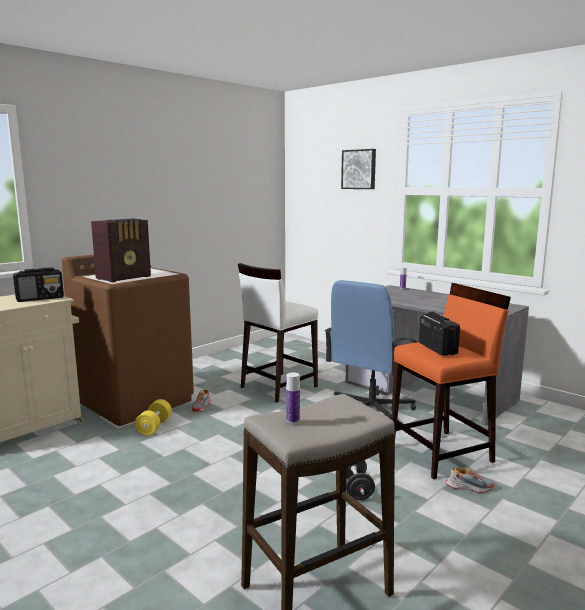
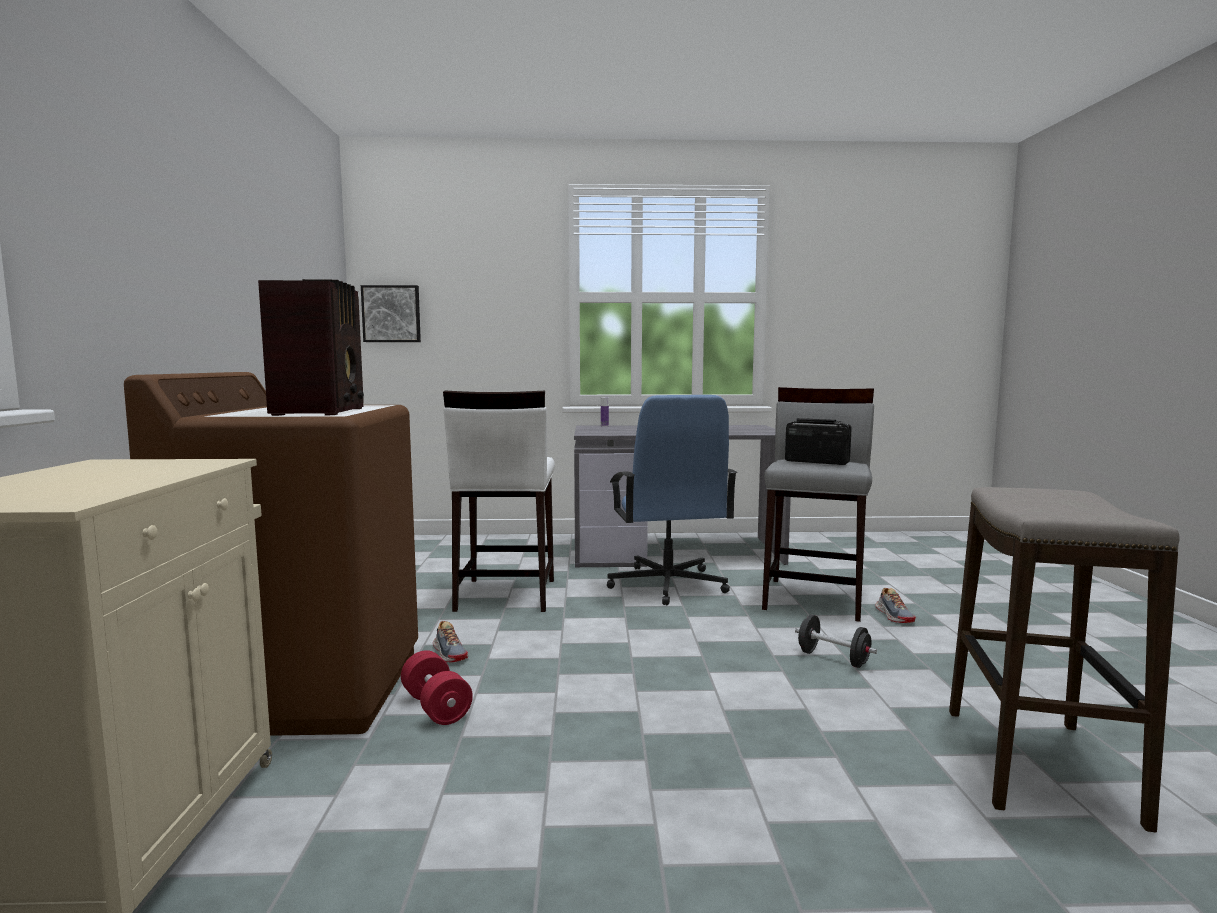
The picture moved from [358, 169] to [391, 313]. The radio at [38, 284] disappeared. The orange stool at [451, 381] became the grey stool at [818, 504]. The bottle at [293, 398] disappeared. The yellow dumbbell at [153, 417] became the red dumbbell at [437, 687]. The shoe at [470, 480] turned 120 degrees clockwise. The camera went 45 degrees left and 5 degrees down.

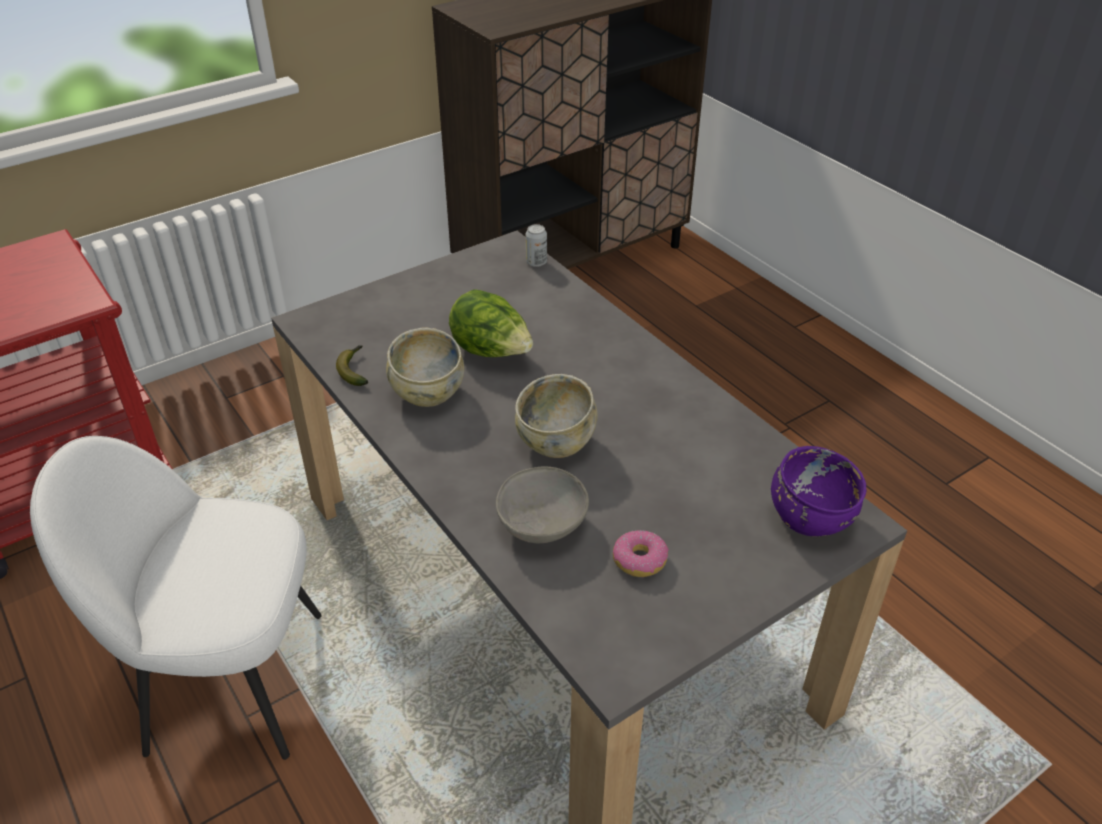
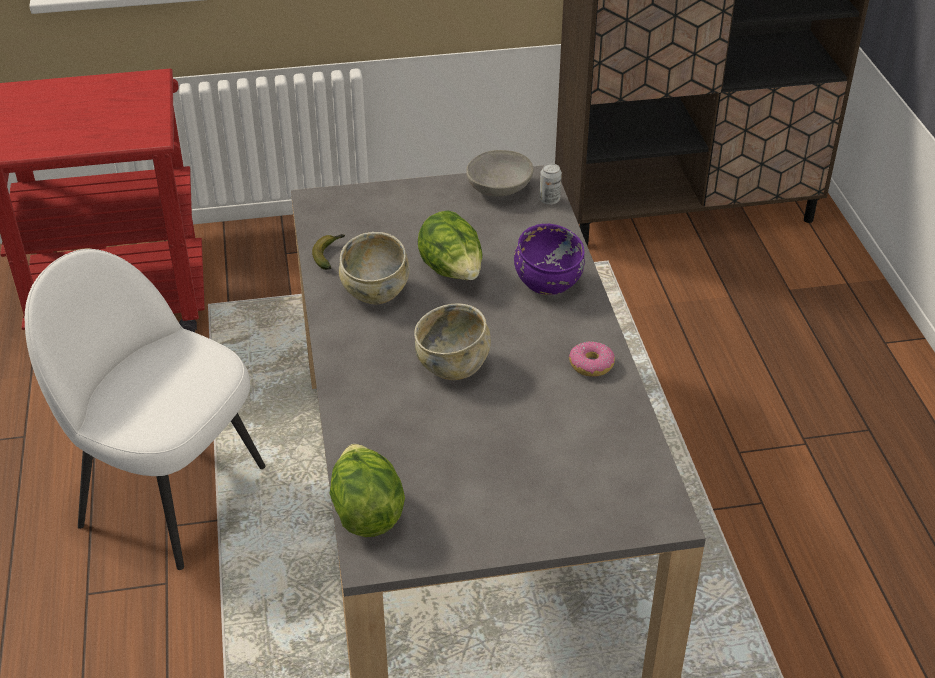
The purple bowl moved from [818, 491] to [549, 259]. The grey bowl moved from [542, 504] to [500, 173]. The donut moved from [641, 553] to [592, 359]. The lettuce at [367, 490] appeared. The camera went 25 degrees right and 0 degrees up.

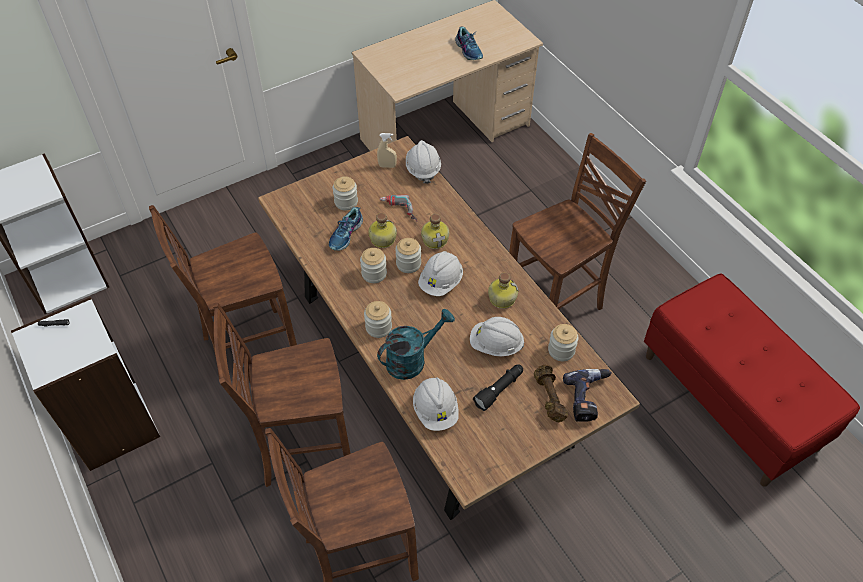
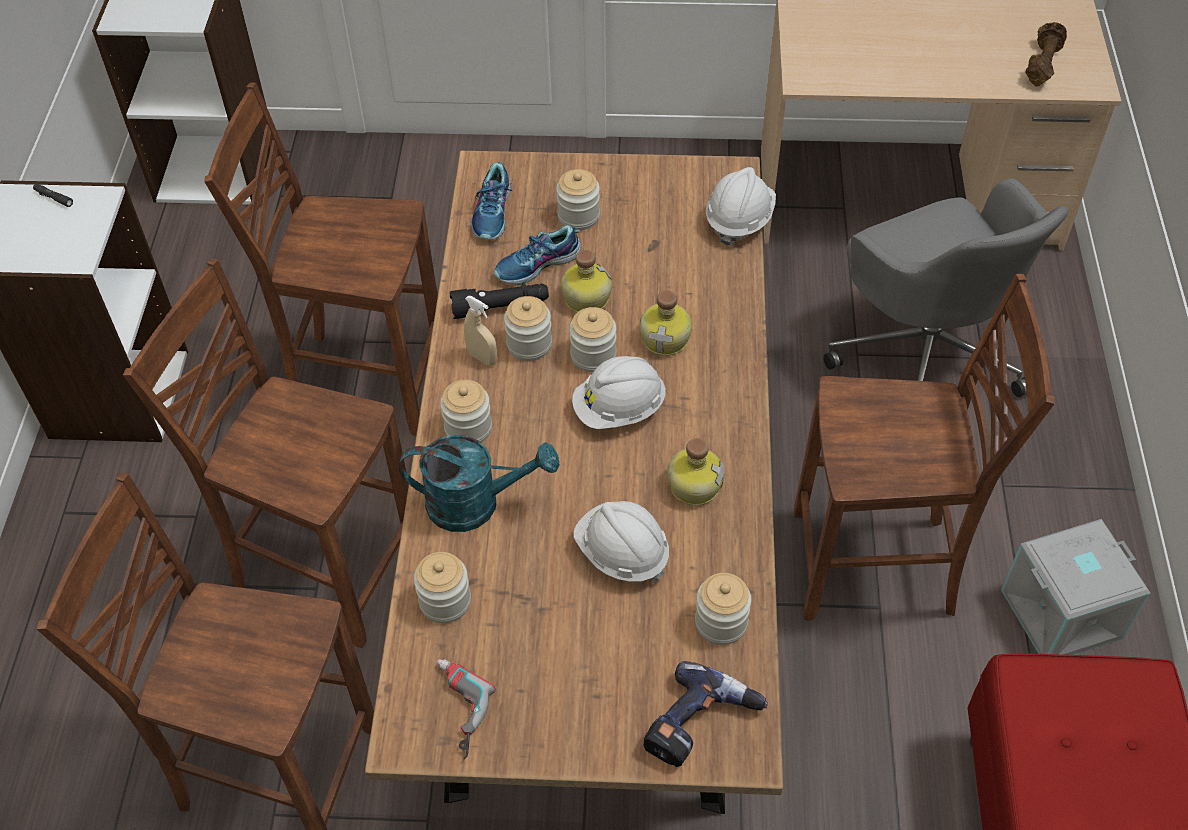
The shoe moved from [469, 43] to [491, 201]. The beige spray bottle moved from [387, 150] to [480, 331]. The power drill moved from [398, 208] to [466, 709]. The black flashlight moved from [498, 388] to [499, 301]. The brown dumbbell moved from [551, 393] to [1046, 54]. The white hard hat at [436, 404] was replaced by the jar at [442, 587]. The grey office chair at [946, 287] appeared. The grey storage box at [1076, 587] appeared. The camera went 35 degrees right and 0 degrees up.

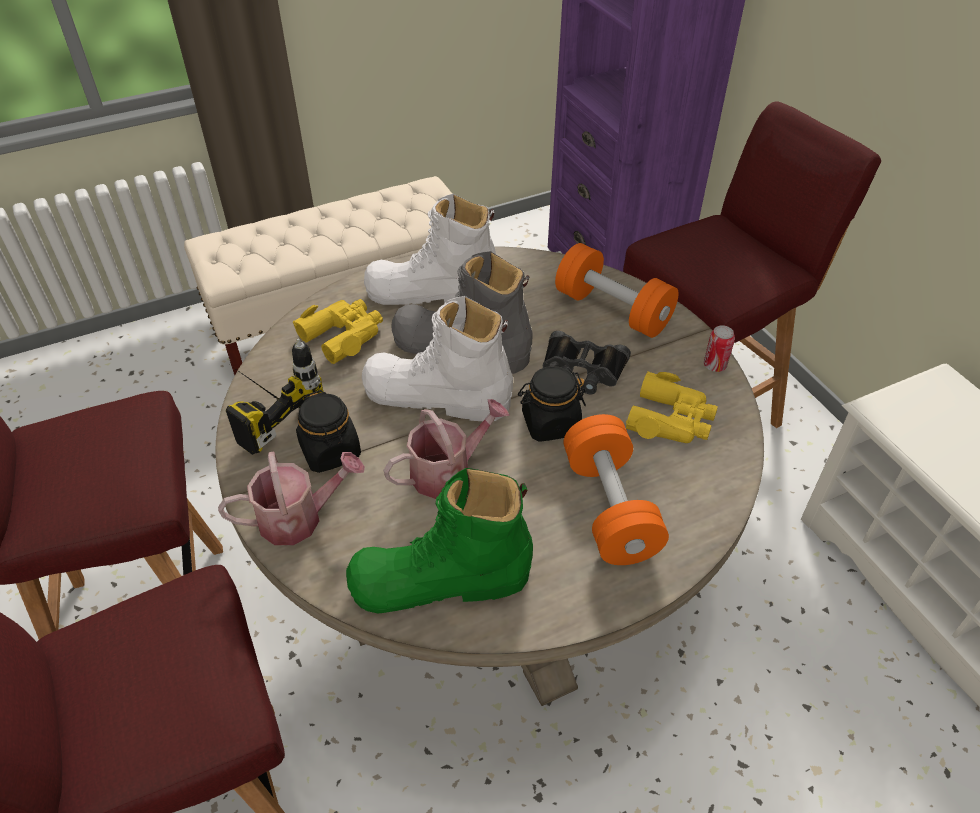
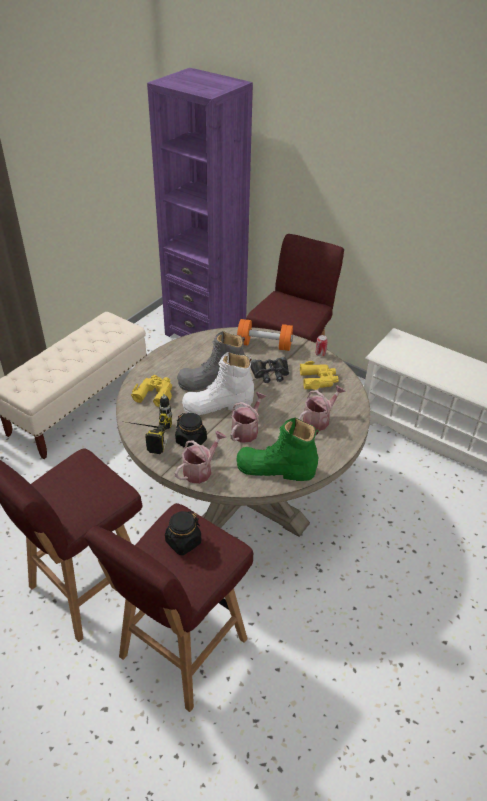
The white boot at [430, 249] disappeared. The black jar moved from [552, 404] to [183, 533]. The orange dumbbell at [616, 489] was replaced by the watering can at [322, 408]. The green boot at [439, 540] turned 45 degrees clockwise. The camera went 30 degrees left and 5 degrees down.

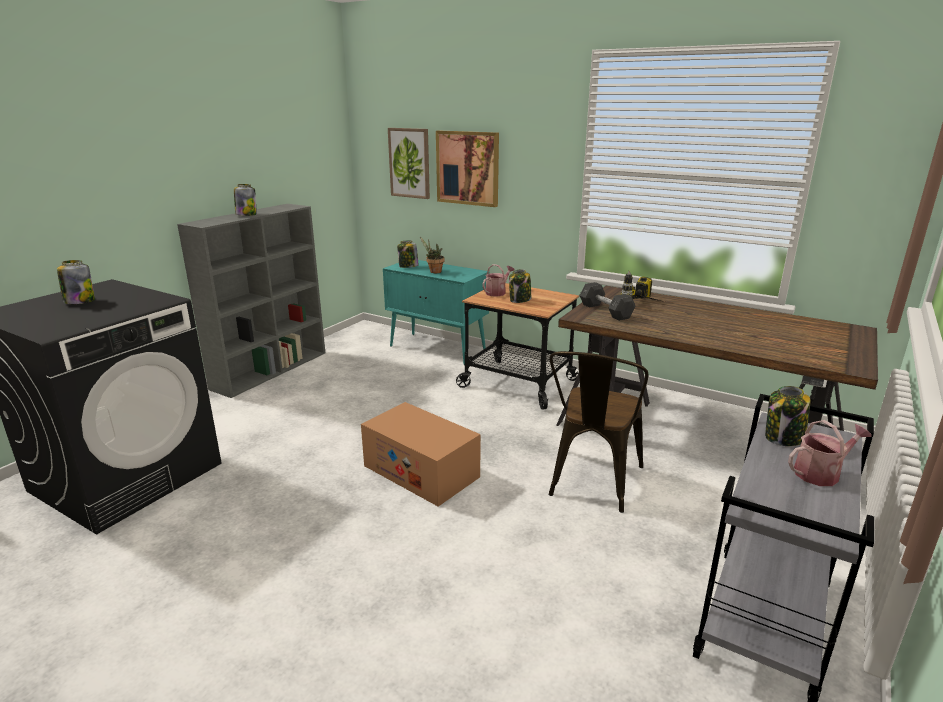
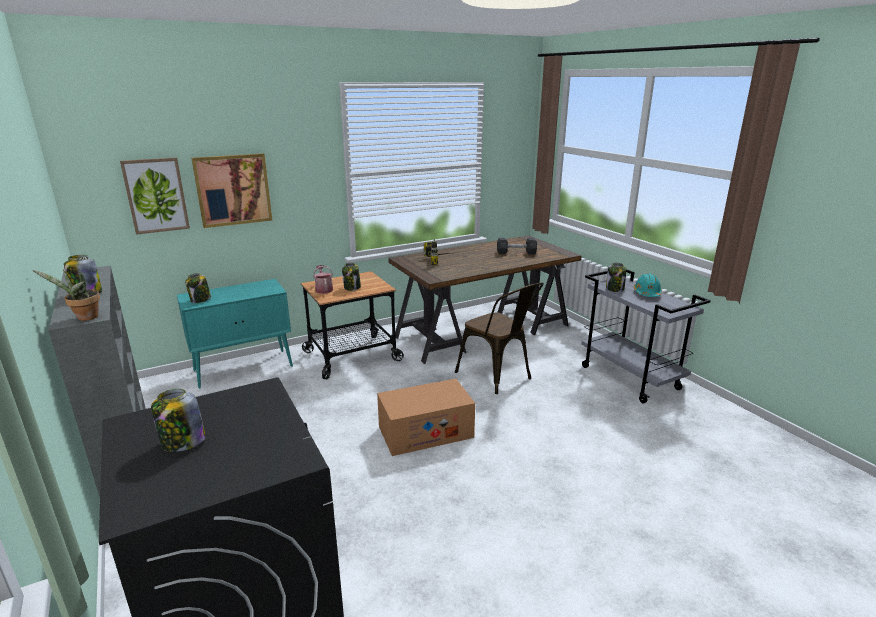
The potted plant moved from [432, 255] to [66, 295]. The grey dumbbell moved from [607, 301] to [517, 246]. The watering can at [830, 453] was replaced by the turquoise hard hat at [648, 285]. The camera went 60 degrees left and 0 degrees up.

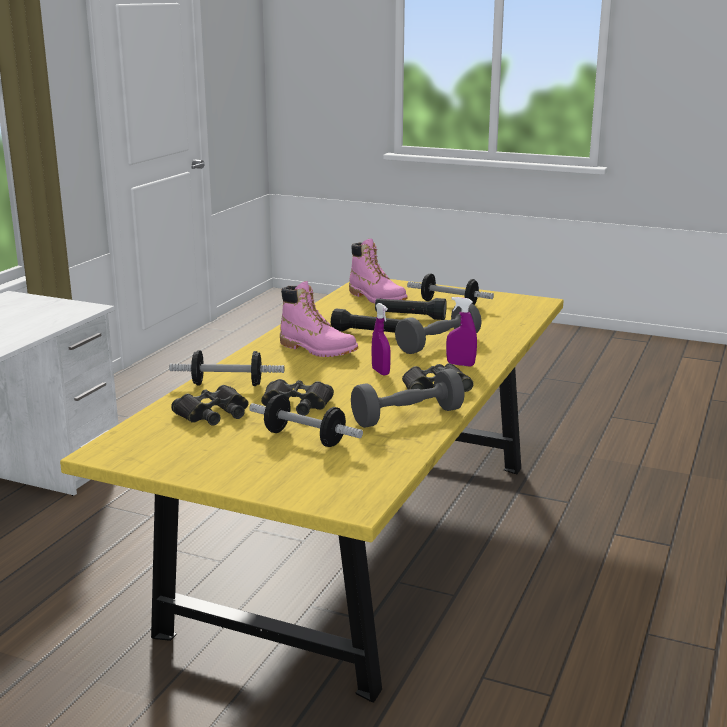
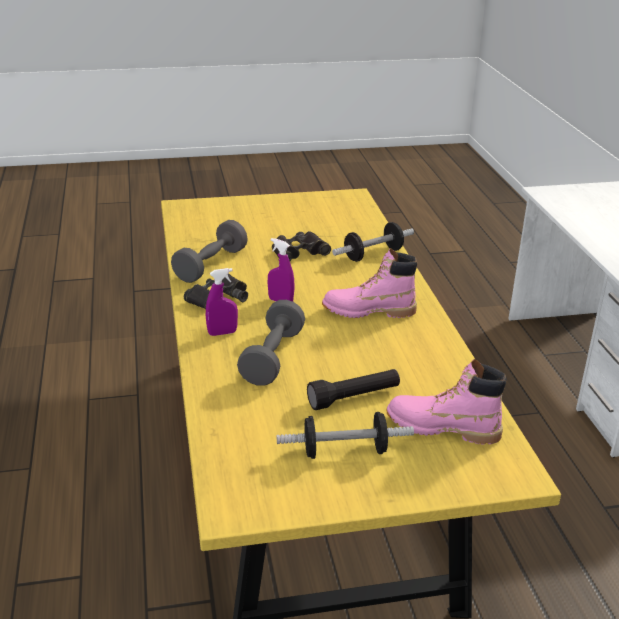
The black flashlight at [366, 321] disappeared. The black binoculars at [209, 405] disappeared. The dumbbell at [306, 420] disappeared. The camera went 145 degrees right and 10 degrees up.

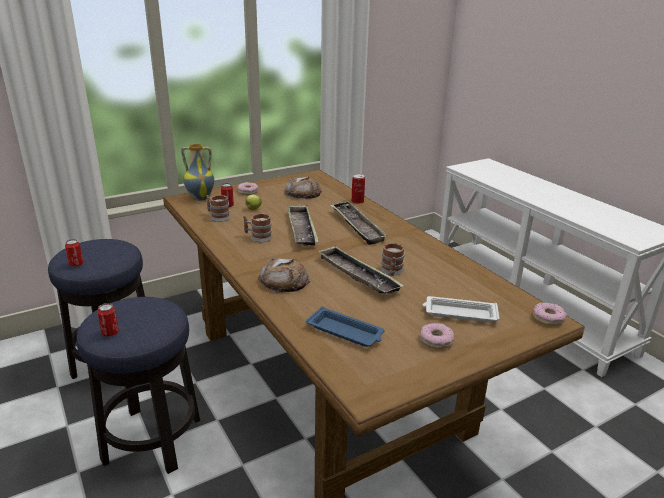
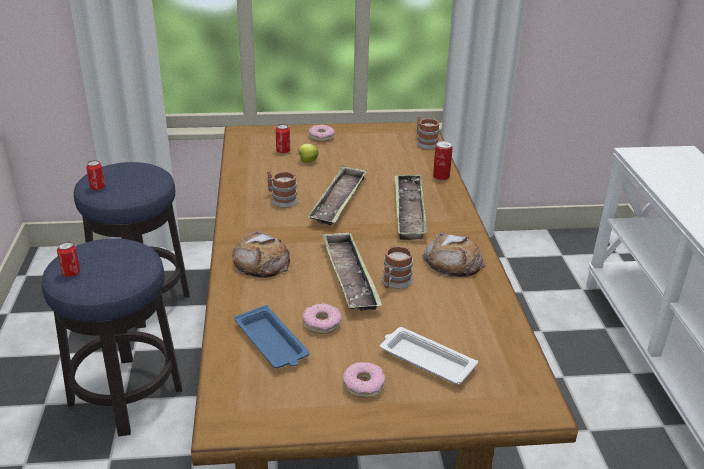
The vase at [197, 172] disappeared. The bread moved from [303, 188] to [453, 254]. The mug moved from [218, 208] to [428, 132]. The donut moved from [550, 314] to [322, 318]. The camera went 25 degrees right and 5 degrees up.

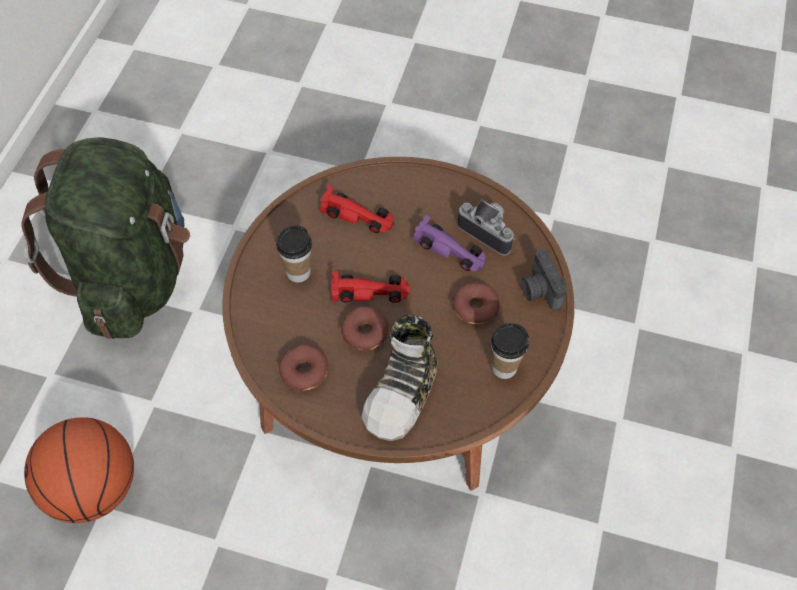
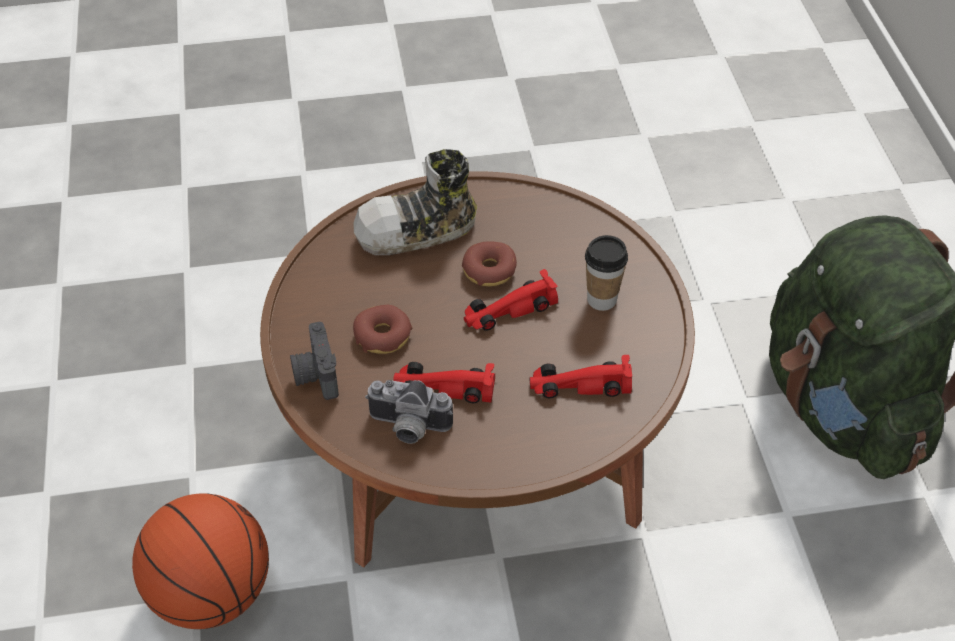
The purple toy car at [449, 243] became the red toy car at [444, 382]. The photo camera at [544, 279] turned 150 degrees counterclockwise. The shoe at [399, 378] turned 105 degrees counterclockwise. The cup at [510, 351] disappeared. The donut at [303, 368] disappeared. The basketball moved from [79, 470] to [200, 561]. The camera went 155 degrees right and 10 degrees down.

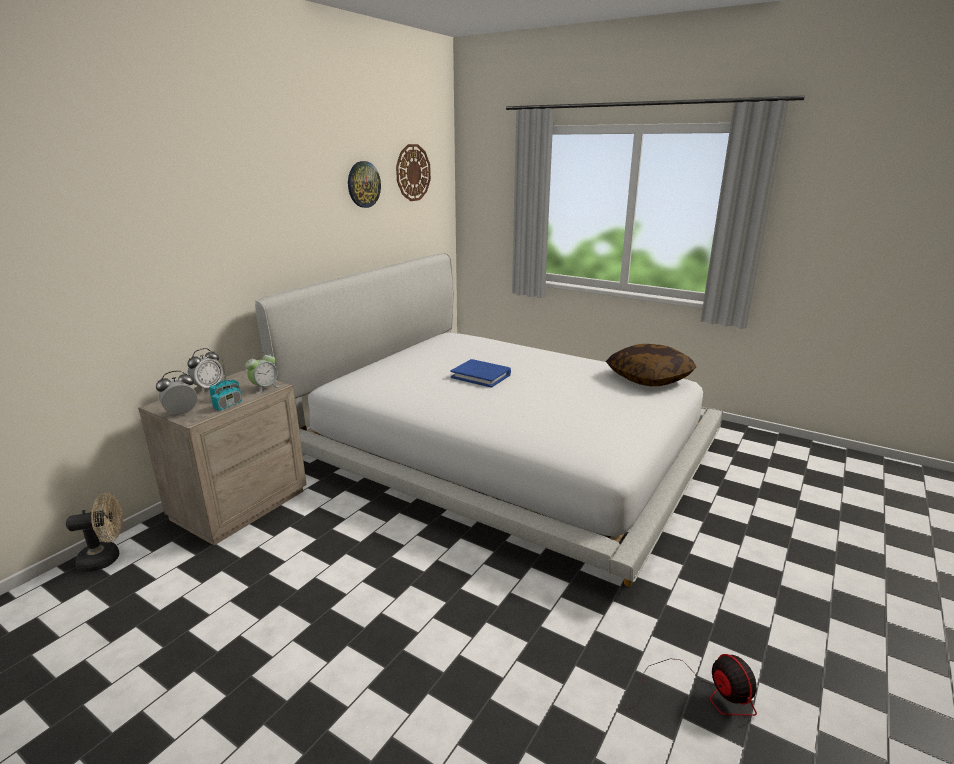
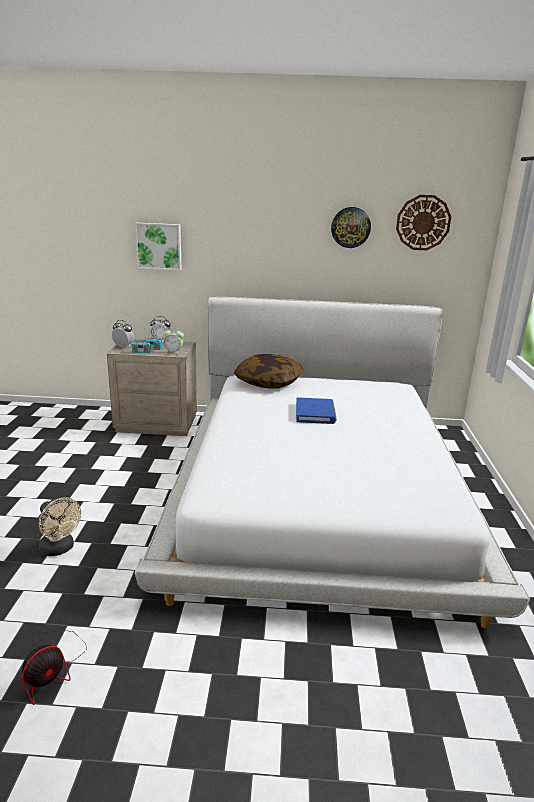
The pillow moved from [651, 365] to [269, 371]. The beige fan moved from [94, 532] to [60, 526]. The picture at [158, 247] appeared. The camera went 60 degrees right and 0 degrees up.

